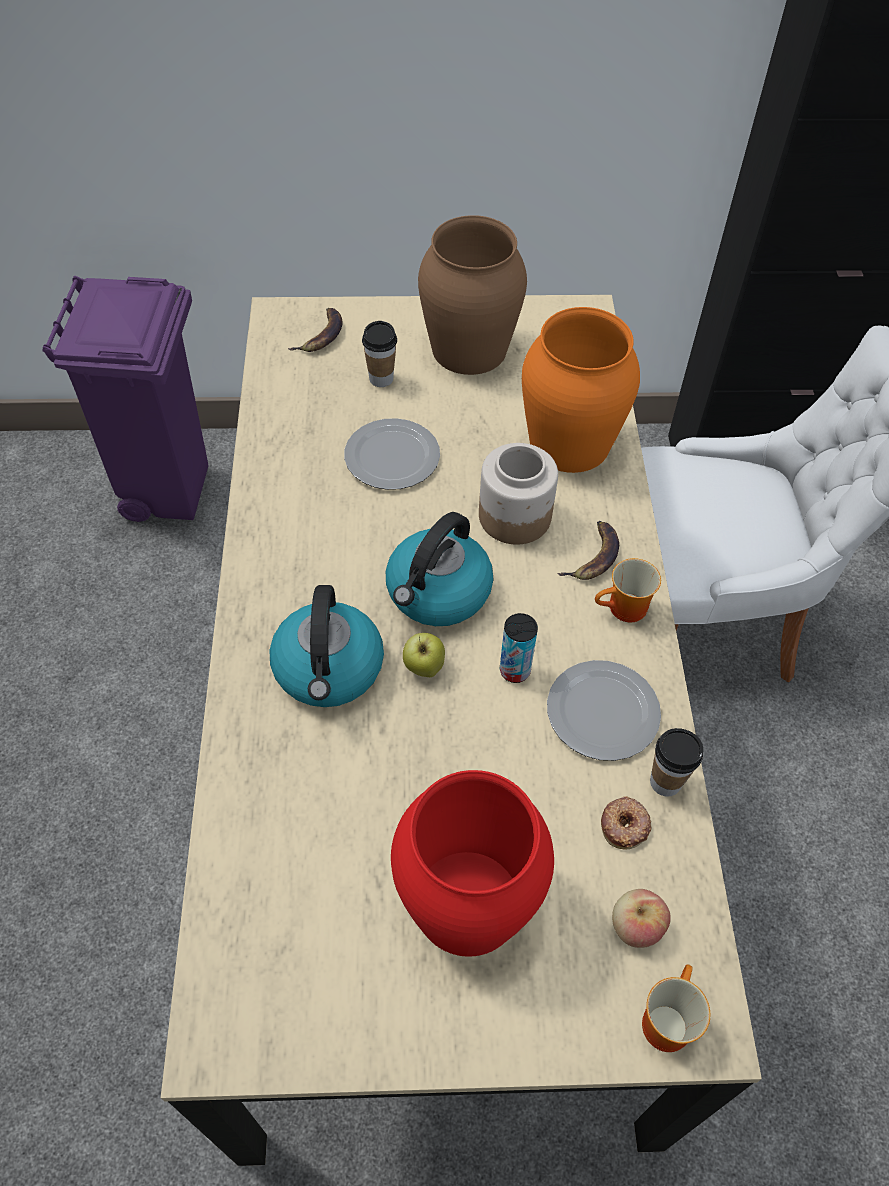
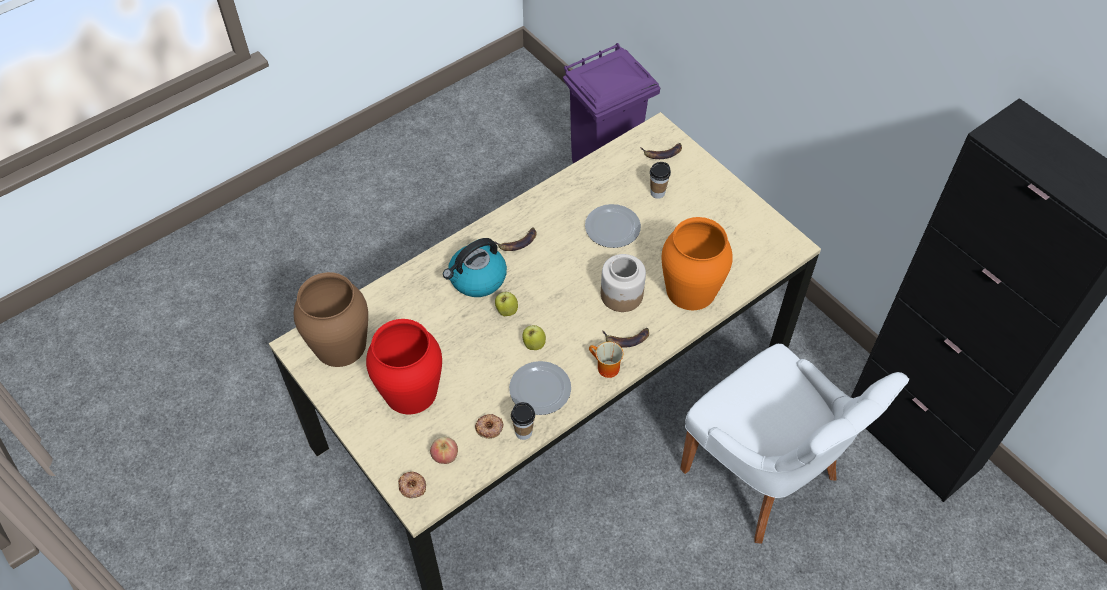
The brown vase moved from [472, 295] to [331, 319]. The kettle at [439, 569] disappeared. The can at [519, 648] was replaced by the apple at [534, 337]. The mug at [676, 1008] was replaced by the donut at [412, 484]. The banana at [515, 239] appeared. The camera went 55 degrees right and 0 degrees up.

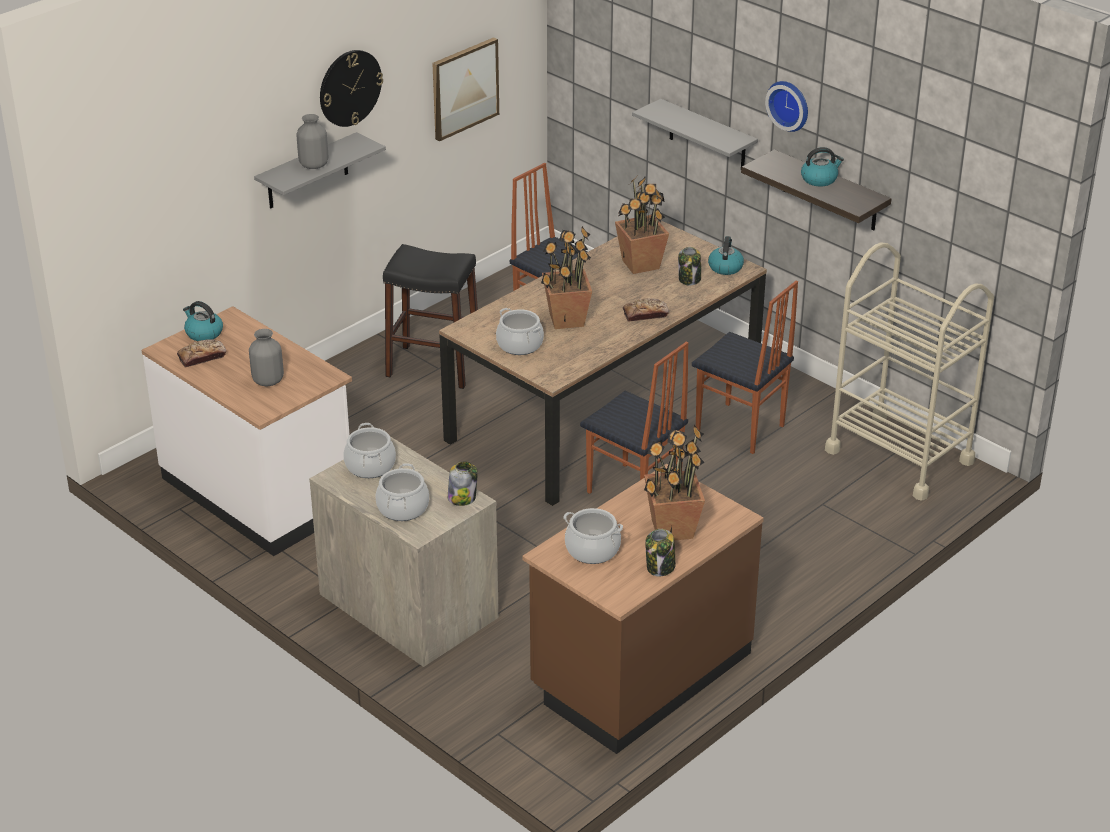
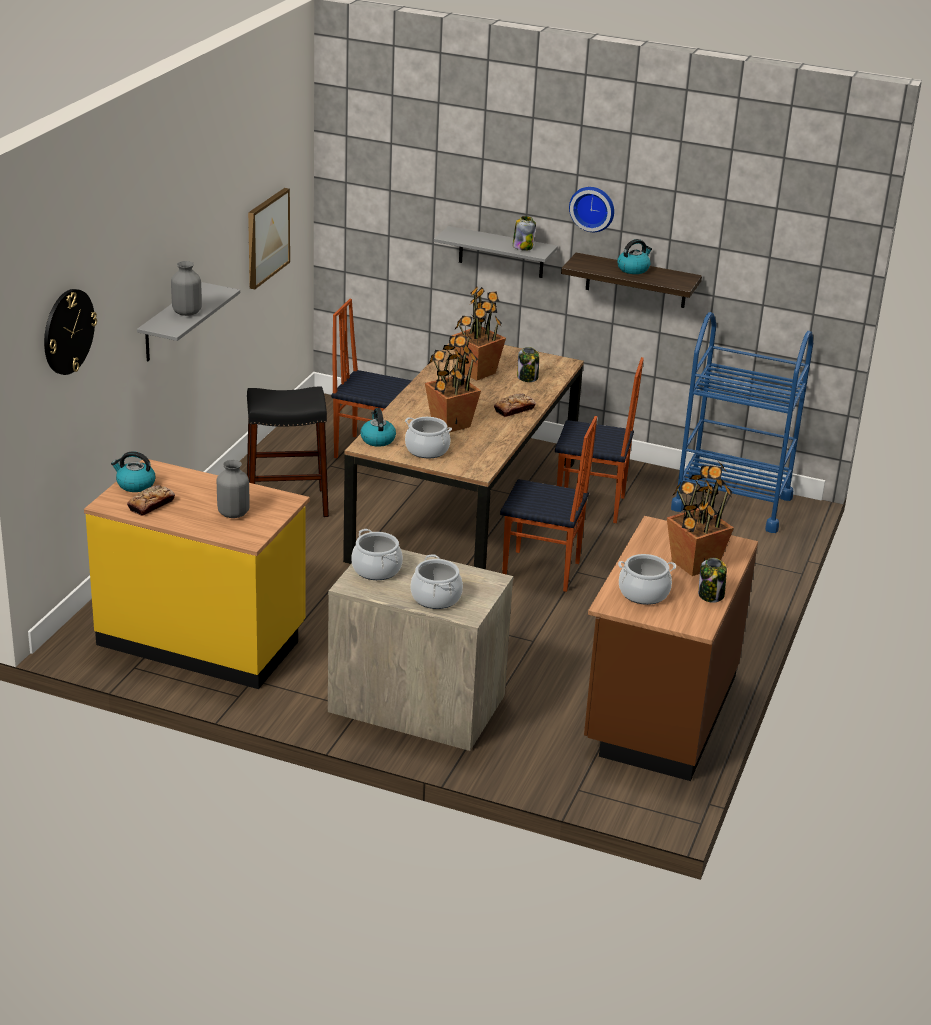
The wall clock moved from [351, 88] to [70, 332]. The kettle moved from [726, 255] to [378, 427]. The beige cart at [909, 371] became the blue cart at [742, 422]. The white counter at [247, 431] became the yellow counter at [197, 574]. The jar moved from [463, 483] to [524, 233]. The camera went 25 degrees left and 5 degrees down.

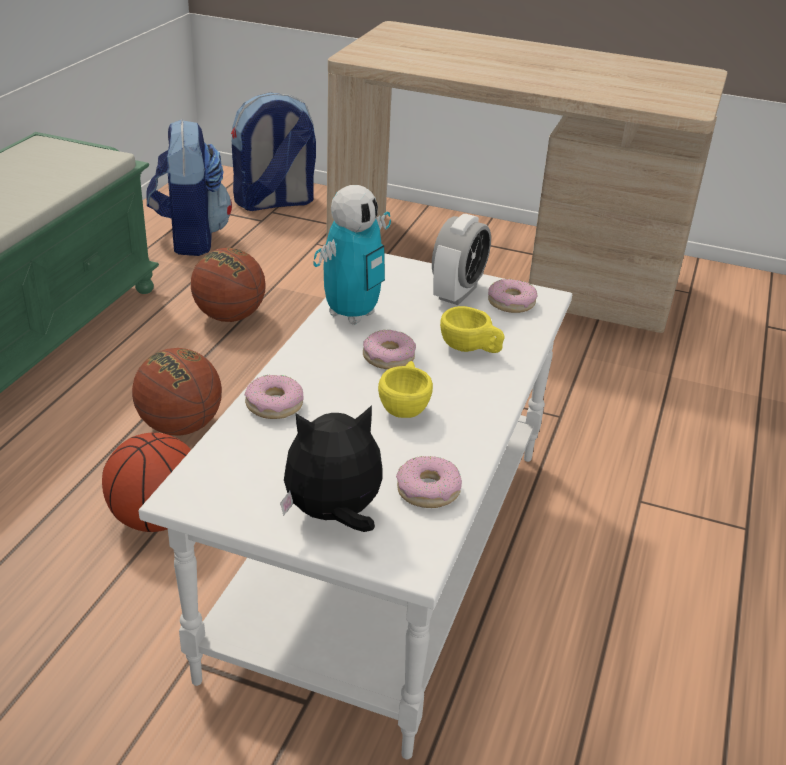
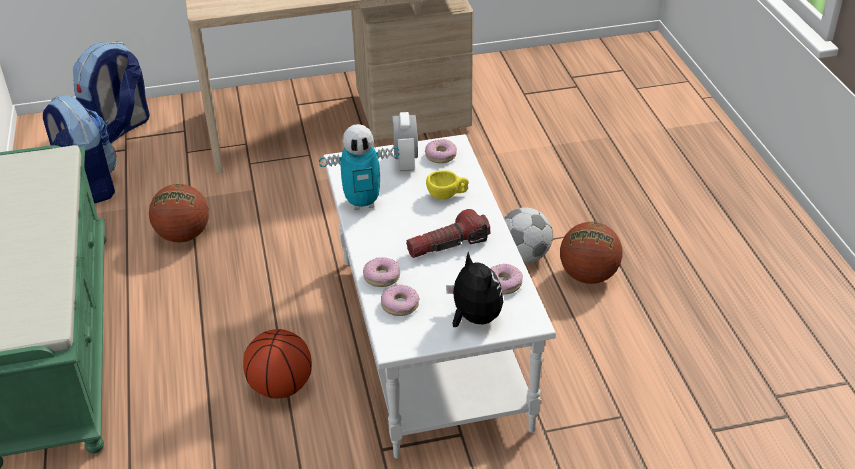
The toy robot at [352, 255] turned 75 degrees clockwise. The donut moved from [389, 349] to [400, 300]. The basketball moved from [177, 391] to [591, 253]. The yellow cup at [405, 389] was replaced by the flashlight at [448, 233]. The plush toy at [331, 468] turned 105 degrees clockwise. The football at [528, 235] appeared. The camera went 30 degrees left and 5 degrees up.

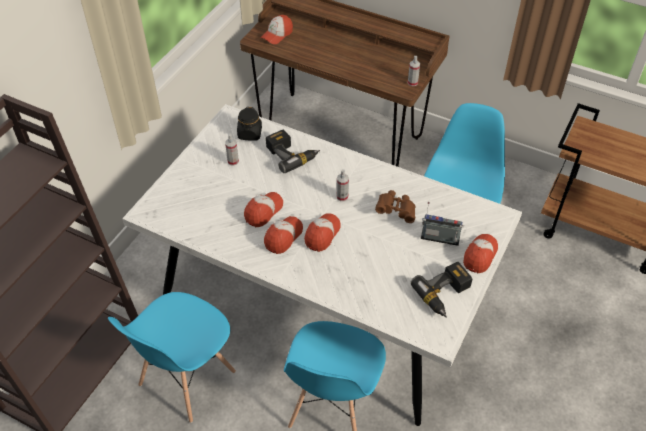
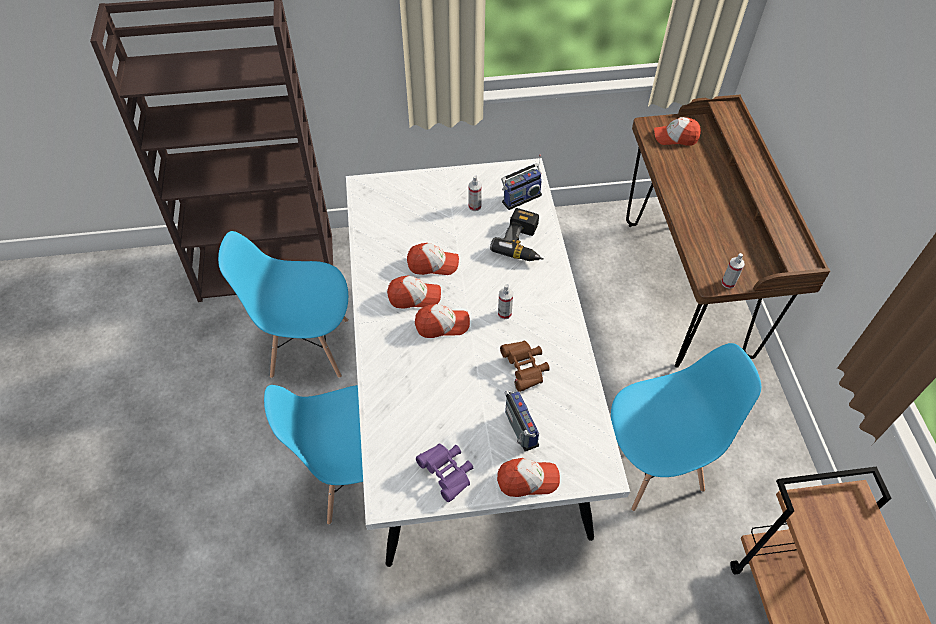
The black jar at [249, 124] was replaced by the radio at [521, 182]. The power drill at [441, 290] was replaced by the purple binoculars at [444, 472]. The camera went 55 degrees right and 5 degrees up.

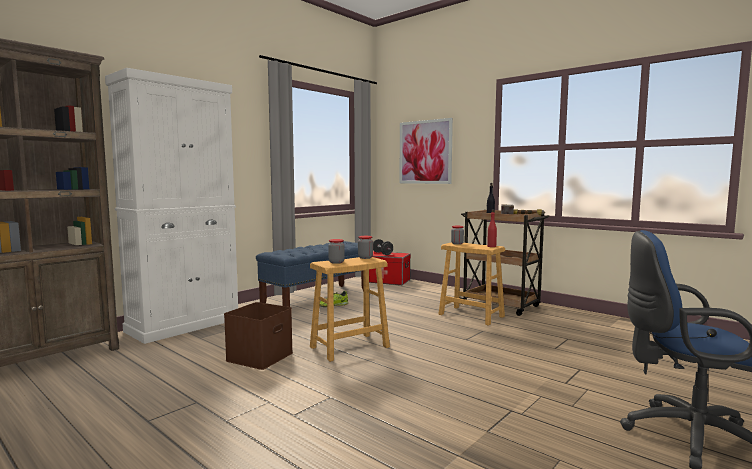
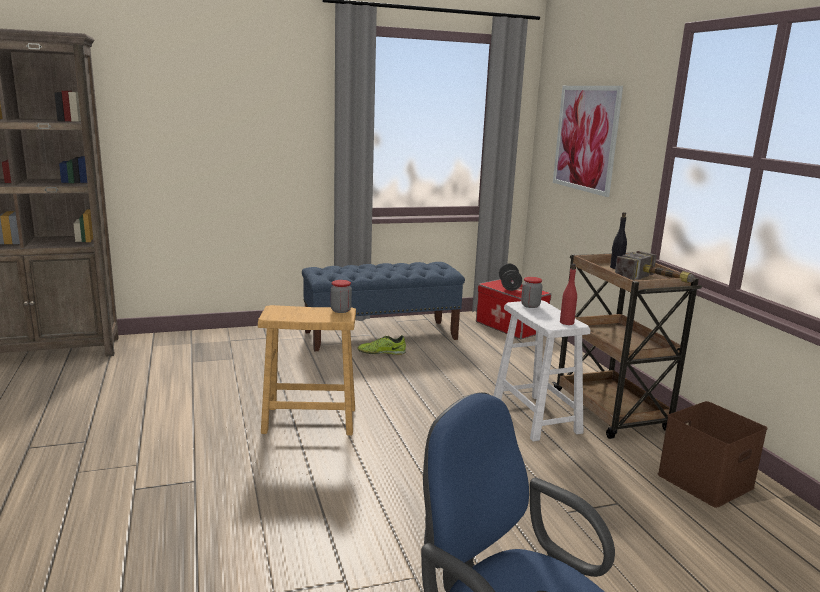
The white cabinet at [171, 206] disappeared. The jar at [336, 251] disappeared. The brown stool at [472, 284] became the white stool at [542, 370]. The brown storage box moved from [258, 336] to [712, 454]. The camera went 30 degrees right and 10 degrees up.

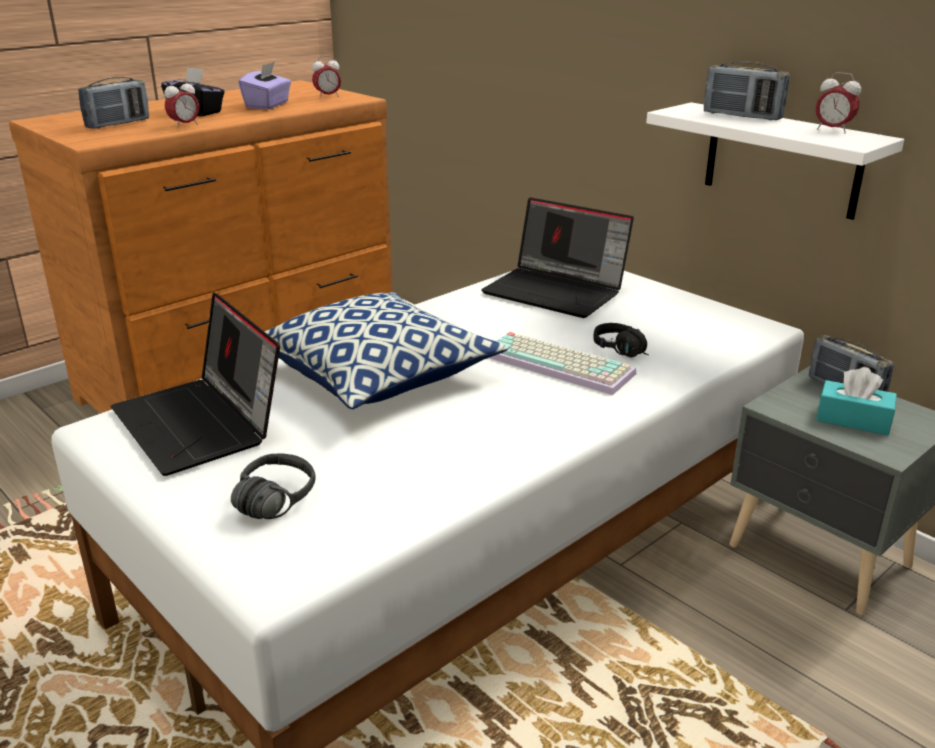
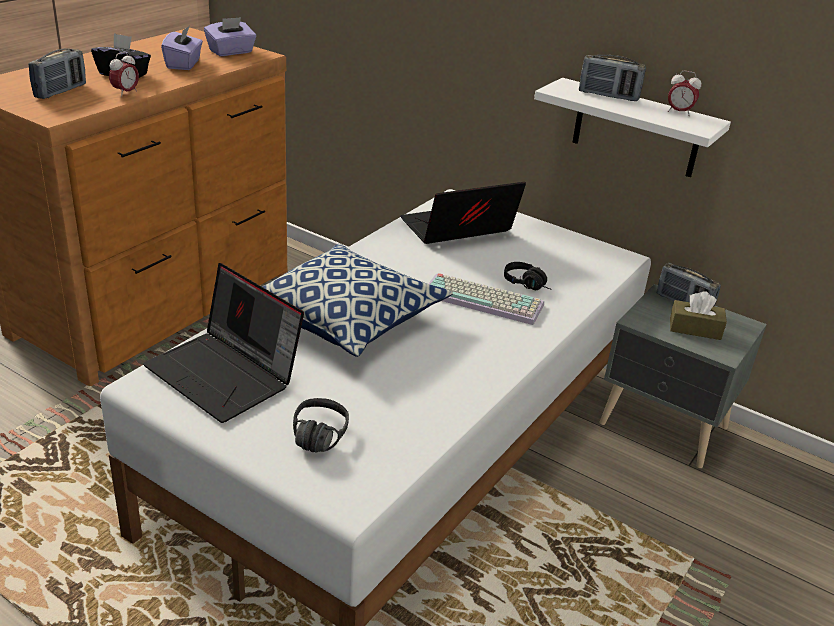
The alarm clock at [326, 77] was replaced by the purple tissue box at [230, 36]. The laptop at [557, 257] turned 135 degrees clockwise. The turquoise tissue box at [856, 401] became the brown tissue box at [698, 315]. The camera went 15 degrees left and 5 degrees up.

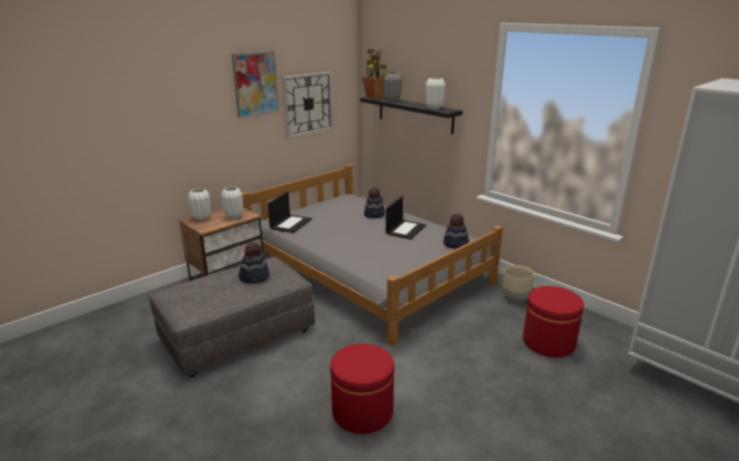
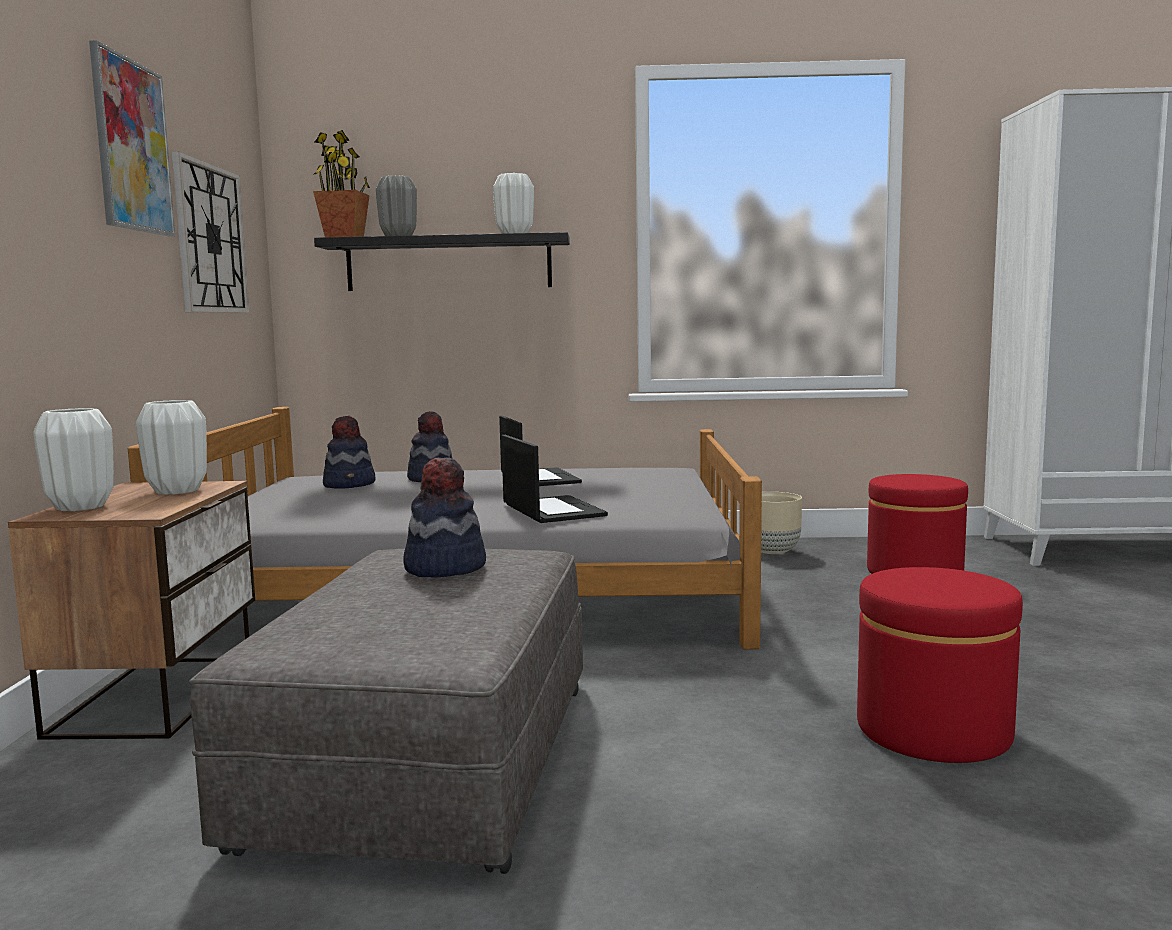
The laptop moved from [290, 212] to [554, 479]. The hat moved from [456, 231] to [349, 452]. The camera went 45 degrees left and 15 degrees down.

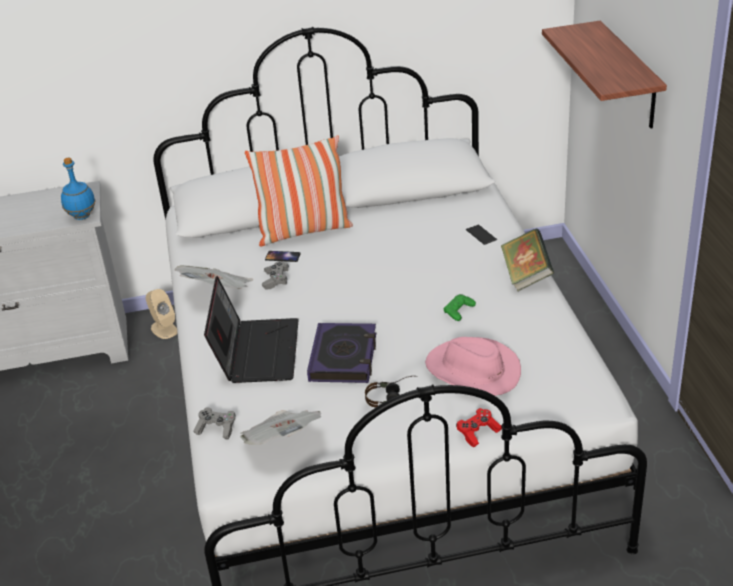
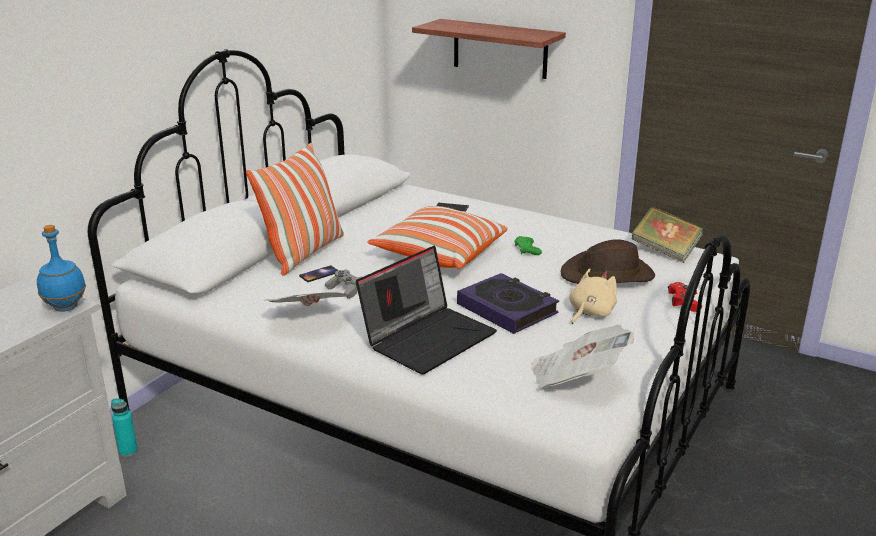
The book moved from [527, 259] to [668, 234]. The laptop at [251, 329] turned 90 degrees clockwise. The beige speaker at [161, 314] was replaced by the turquoise bottle at [124, 427]. The pink hat at [473, 366] became the brown hat at [607, 261]. The headphones at [391, 391] was replaced by the beige plush toy at [593, 296]. The grey game controller at [215, 423] disappeared. The pillow at [437, 237] appeared. The camera went 50 degrees left and 10 degrees down.

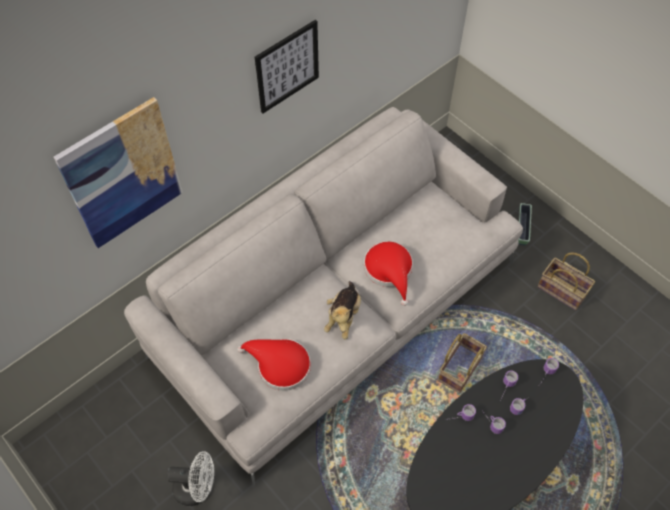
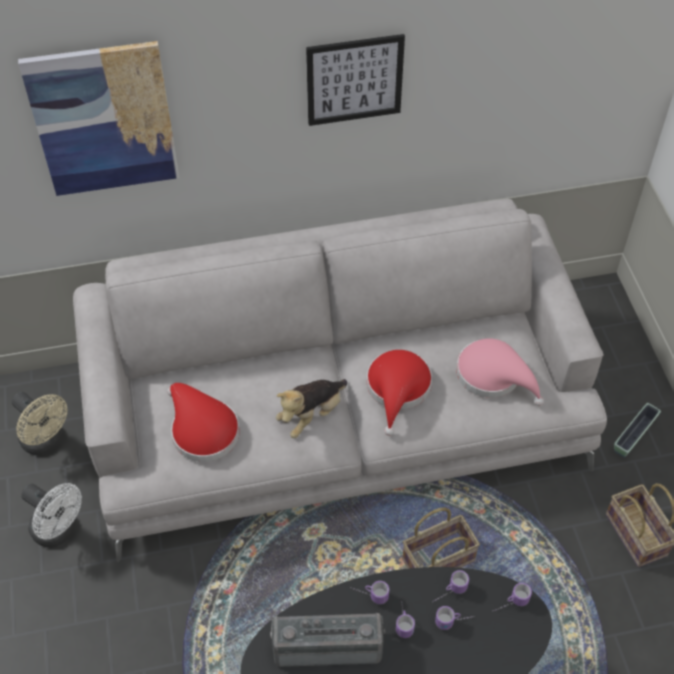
The pink hat at [500, 372] appeared. The beige fan at [39, 423] appeared. The radio at [327, 640] appeared. The camera went 30 degrees right and 5 degrees down.

